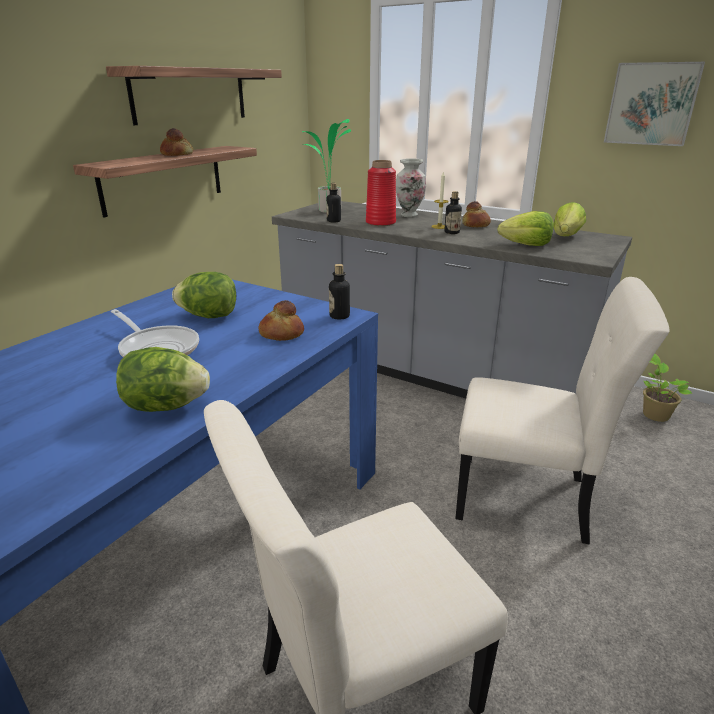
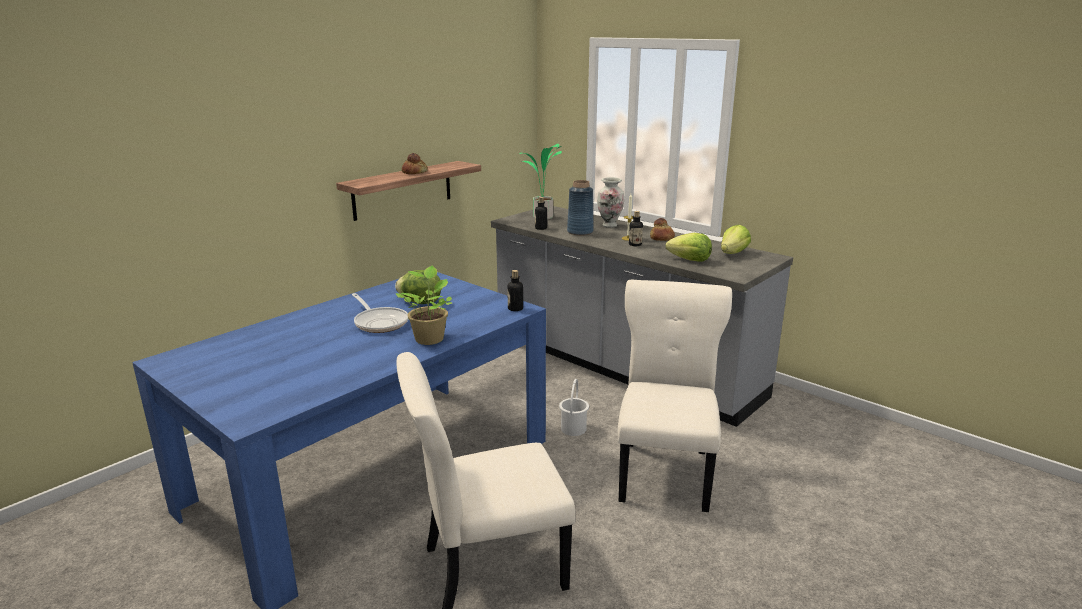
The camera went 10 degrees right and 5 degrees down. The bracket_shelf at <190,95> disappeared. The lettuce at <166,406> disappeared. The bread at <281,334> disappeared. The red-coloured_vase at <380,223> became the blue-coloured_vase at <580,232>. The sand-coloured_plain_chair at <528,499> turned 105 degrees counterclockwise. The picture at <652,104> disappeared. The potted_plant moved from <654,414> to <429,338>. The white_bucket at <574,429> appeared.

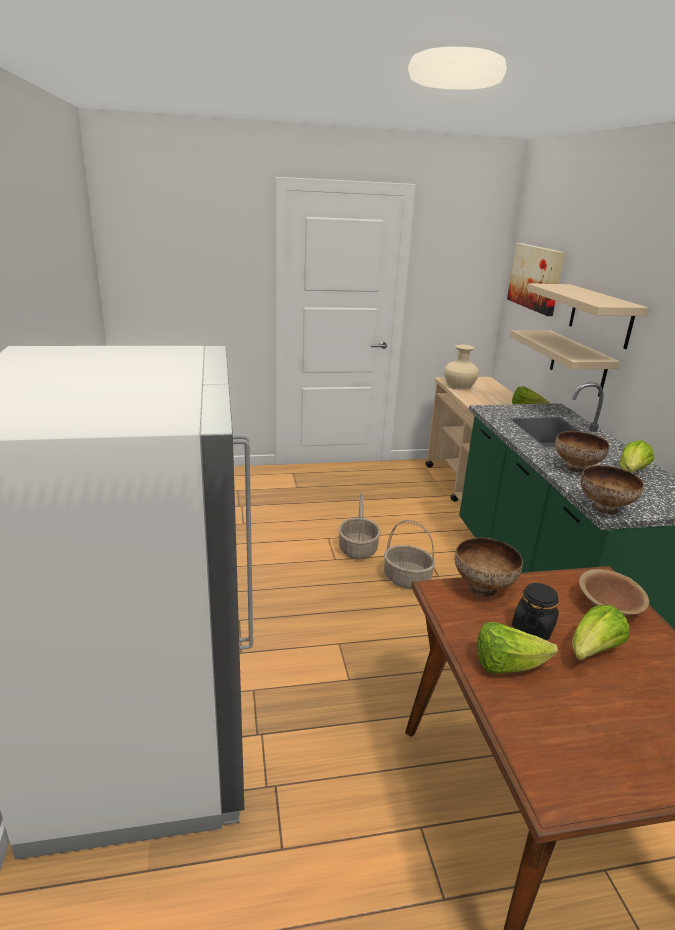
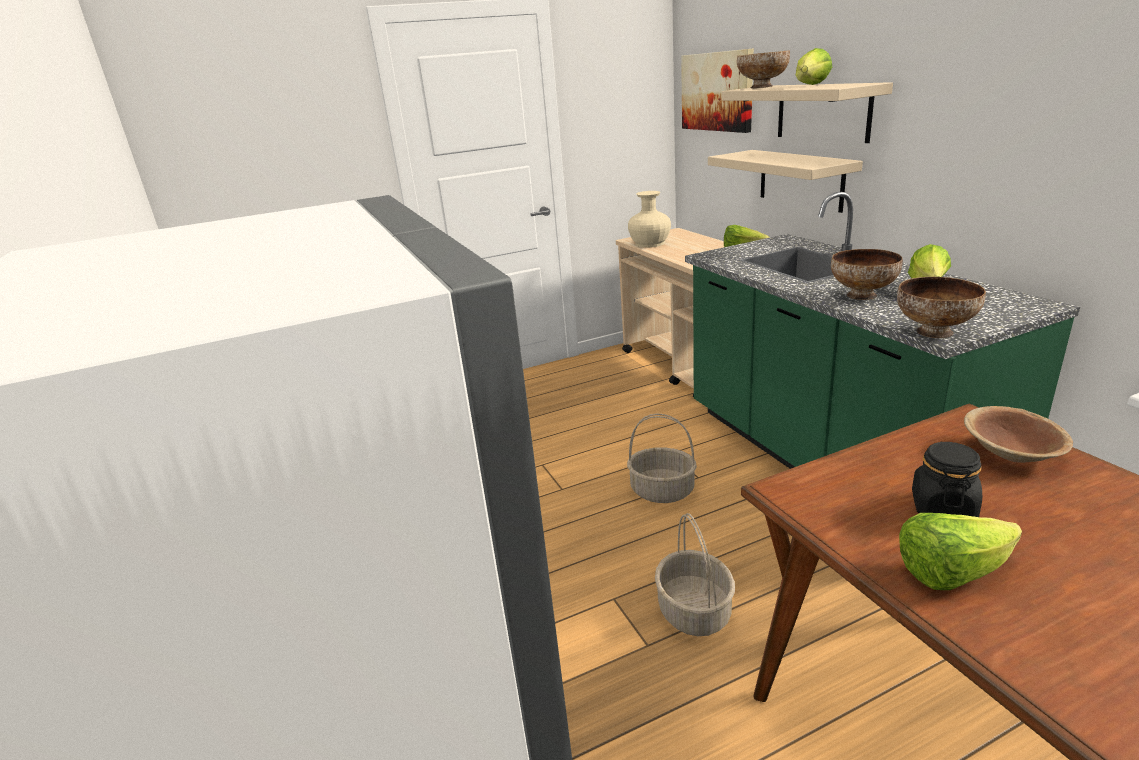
The camera went 10 degrees left and 0 degrees up. The storage_basket moved from <358,550> to <695,612>. The serving_bowl moved from <483,588> to <762,87>. The lettuce moved from <592,651> to <810,85>.

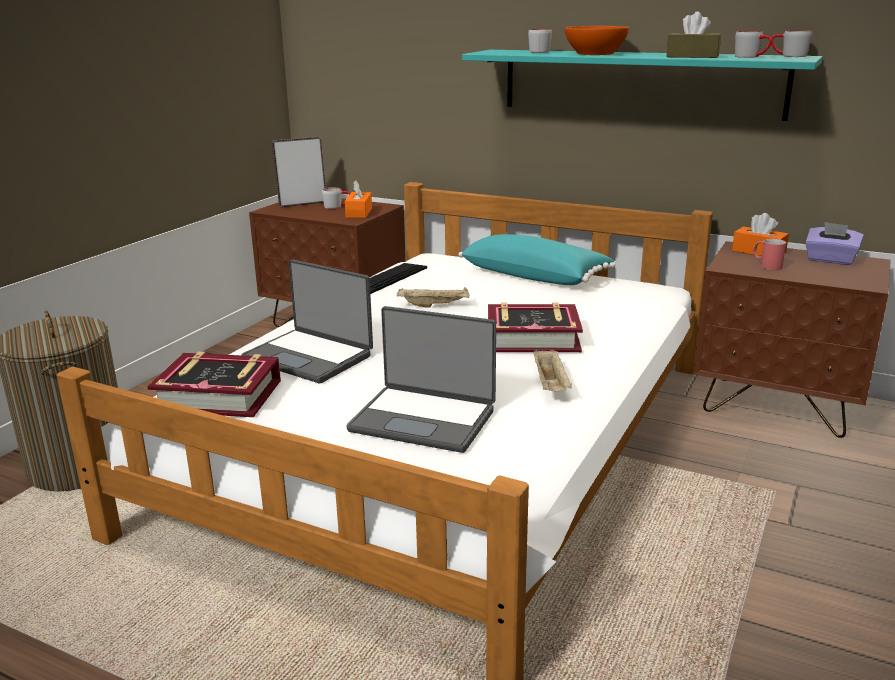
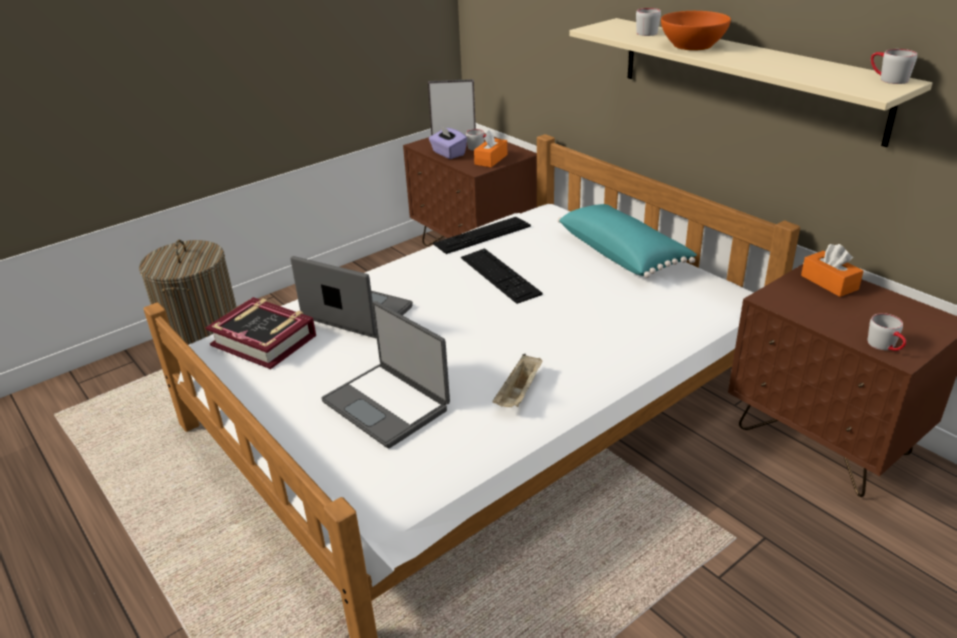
The camera went 25 degrees right and 10 degrees up. The portable_computer at <310,357> turned 150 degrees clockwise. The sand-coloured_serving_tray at <435,305> was replaced by the keyboard at <499,275>. The turquoise-coloured_bracket_shelf at <640,83> became the sand-coloured_bracket_shelf at <746,77>. The bound_book at <532,338> disappeared. The brown_tissue_box at <692,56> disappeared. The grey_coffee_mug moved from <752,57> to <885,347>. The red-coloured_coffee_mug at <766,265> disappeared. The purple-coloured_tissue_box moved from <830,260> to <448,153>.

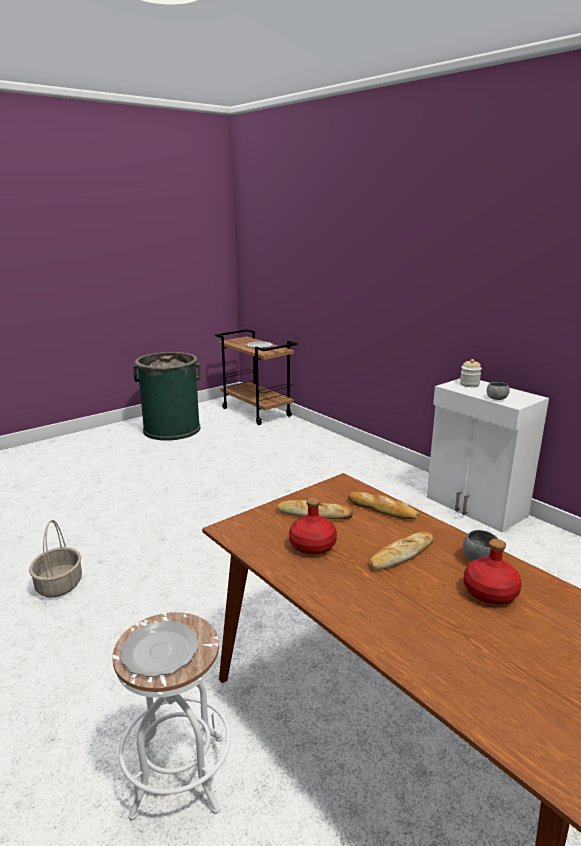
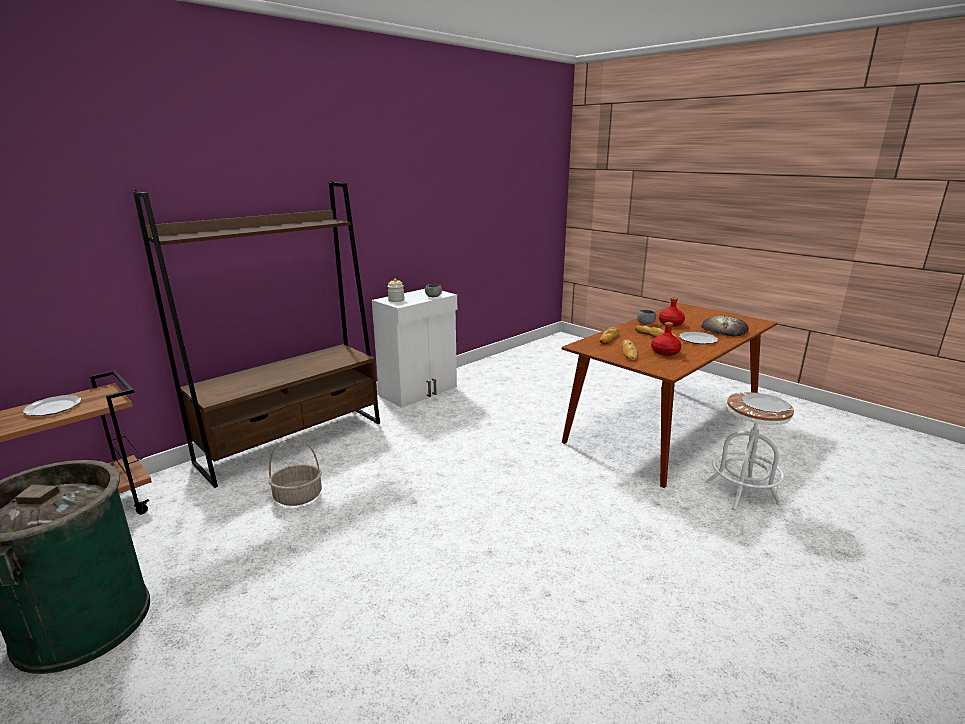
The camera went 95 degrees left and 0 degrees up. The storage_basket moved from <59,585> to <298,496>. The brown_shelving_unit at <293,442> appeared. The flat_dish at <698,339> appeared. The bread at <724,329> appeared.

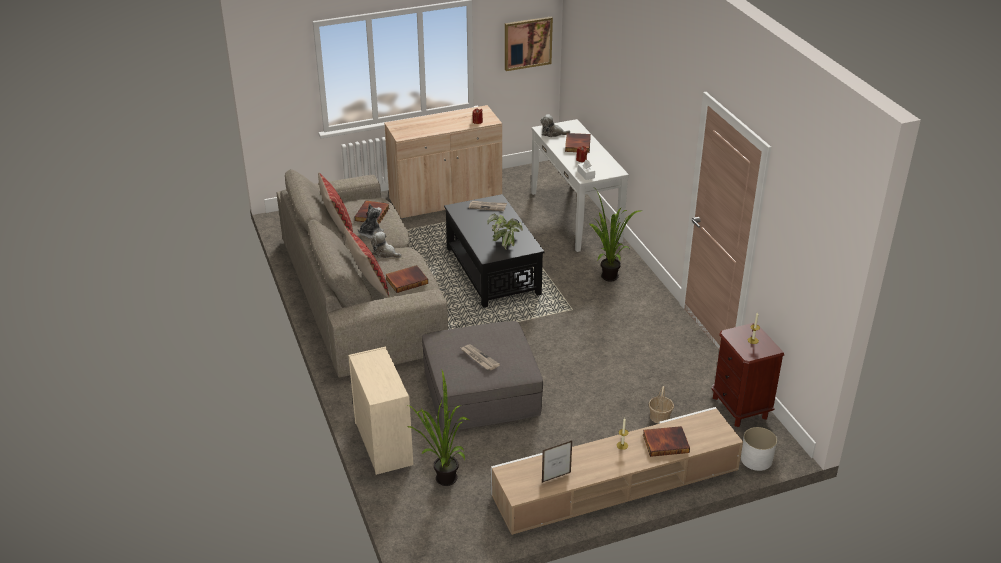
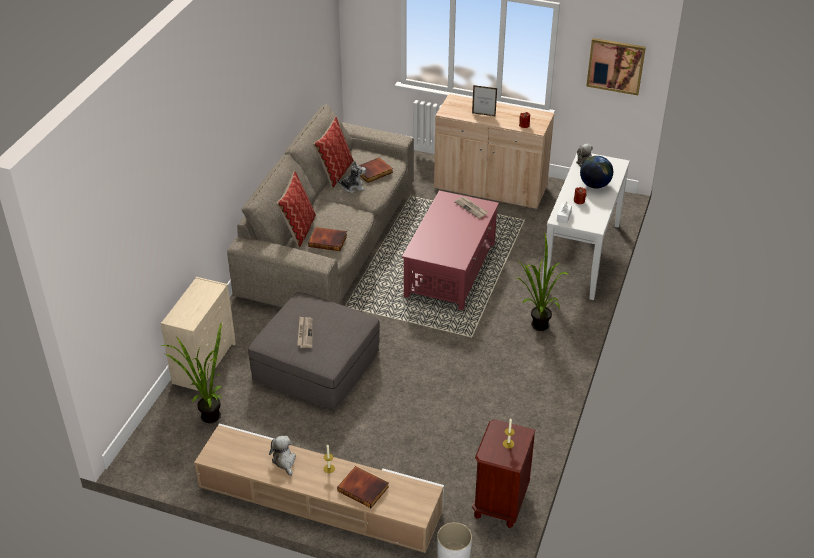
The camera went 40 degrees right and 5 degrees up. The cuddly_toy moved from <385,253> to <284,461>. The blackish_lounge_table at <493,270> became the red-coloured_lounge_table at <451,269>. The potted_plant at <505,242> disappeared. The photo_frame moved from <556,477> to <483,114>. The bound_book at <577,144> was replaced by the world_globe at <594,185>. The storage_basket at <660,416> disappeared.

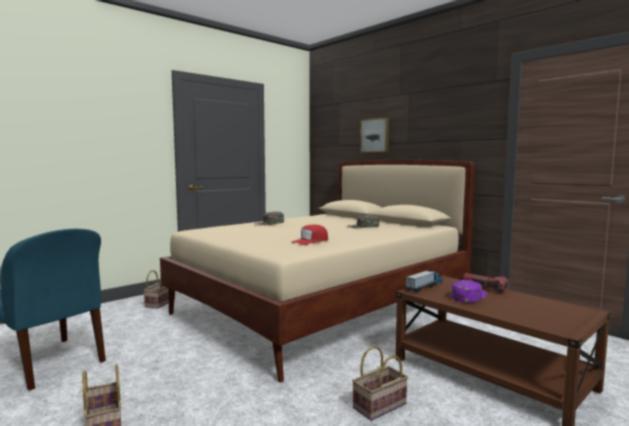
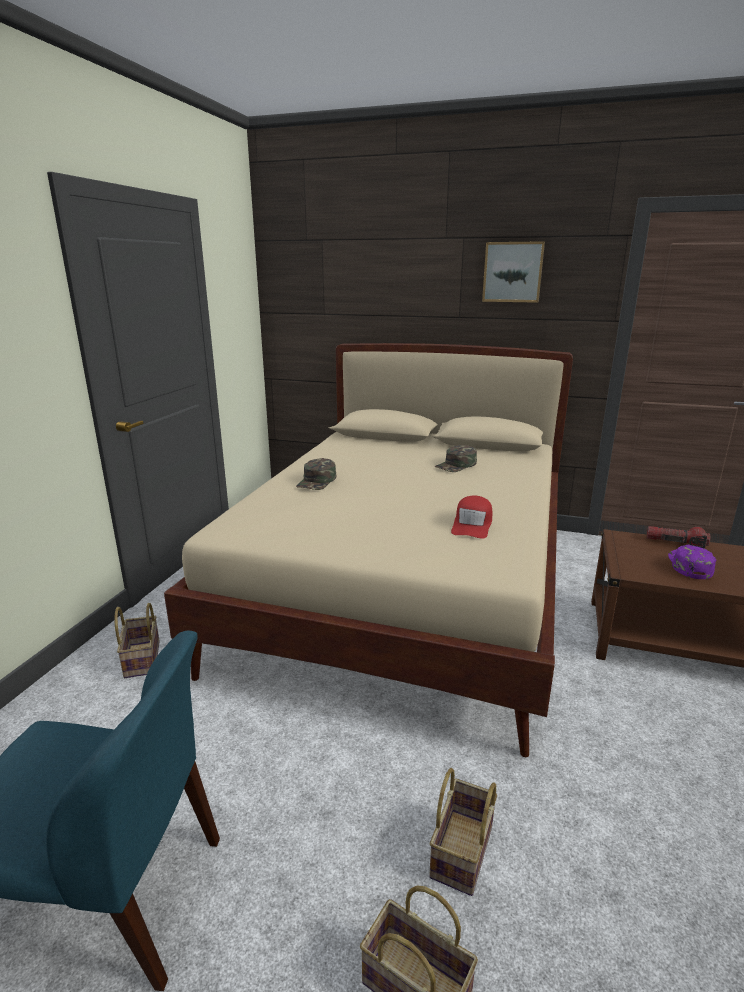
The camera went 30 degrees left and 15 degrees up. The storage_basket moved from <379,407> to <463,854>. The picture moved from <375,135> to <512,272>. The model_truck at <425,286> disappeared.

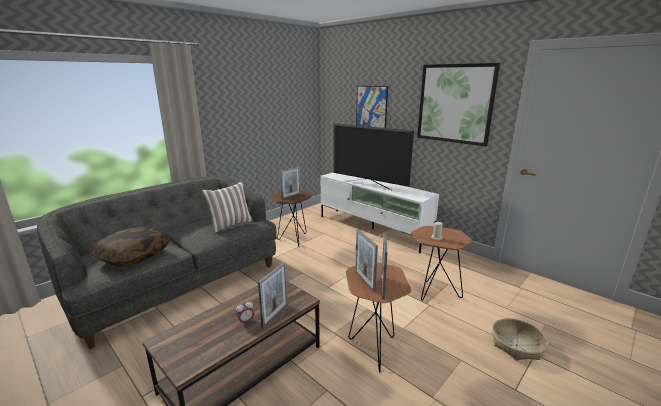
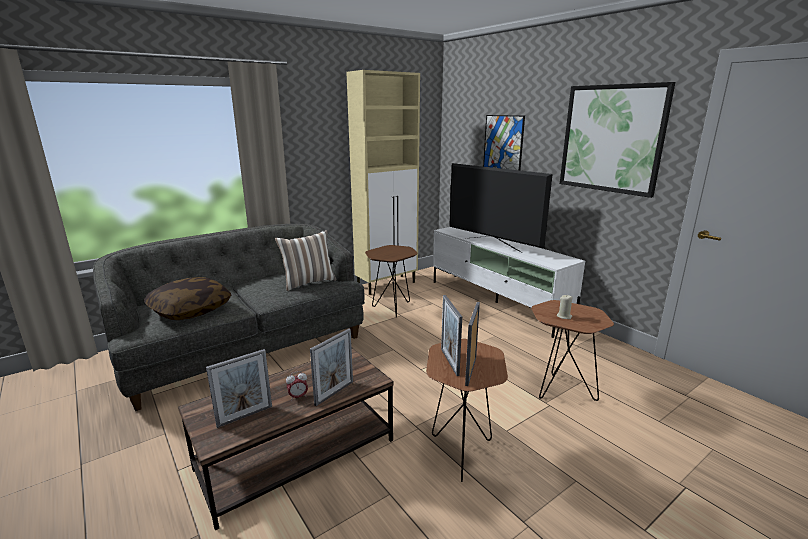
The camera went 10 degrees right and 0 degrees up. The photo_frame moved from <291,196> to <245,416>. The storage_basket at <517,345> disappeared. The sand-coloured_cupboard at <387,284> appeared.

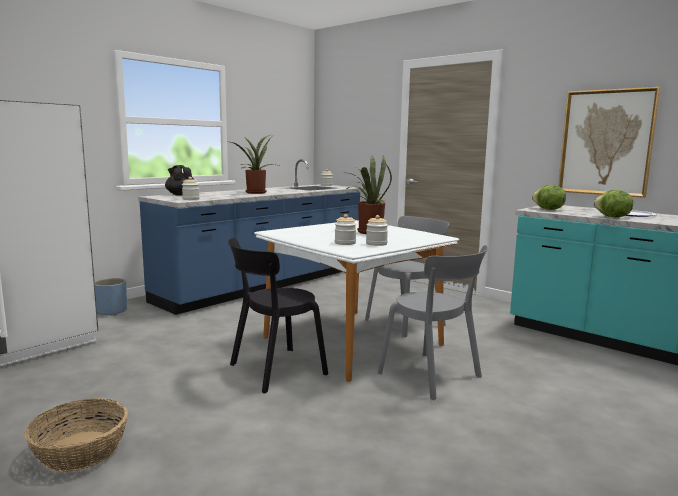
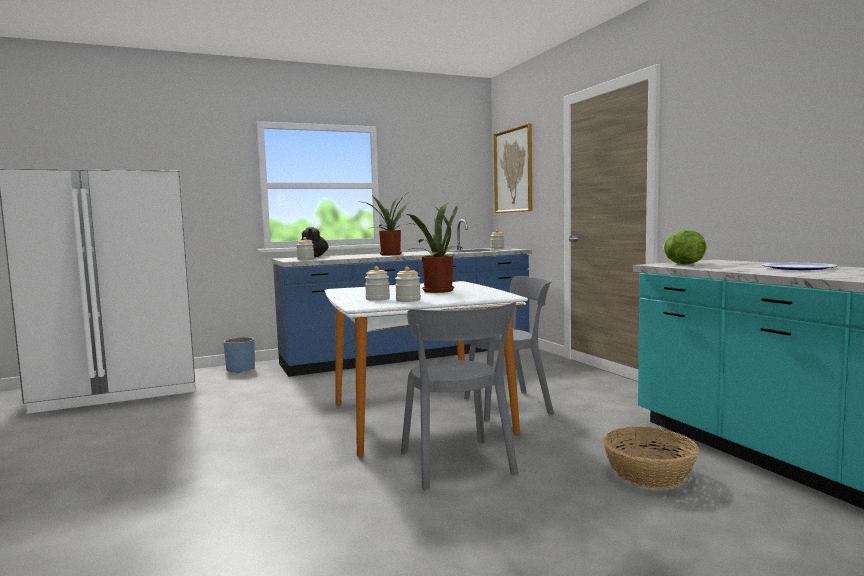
The camera went 25 degrees right and 5 degrees down. The storage_basket moved from <79,451> to <648,473>. The blackish_plain_chair at <273,370> disappeared. The picture moved from <606,142> to <513,170>. The lettuce at <612,217> disappeared.

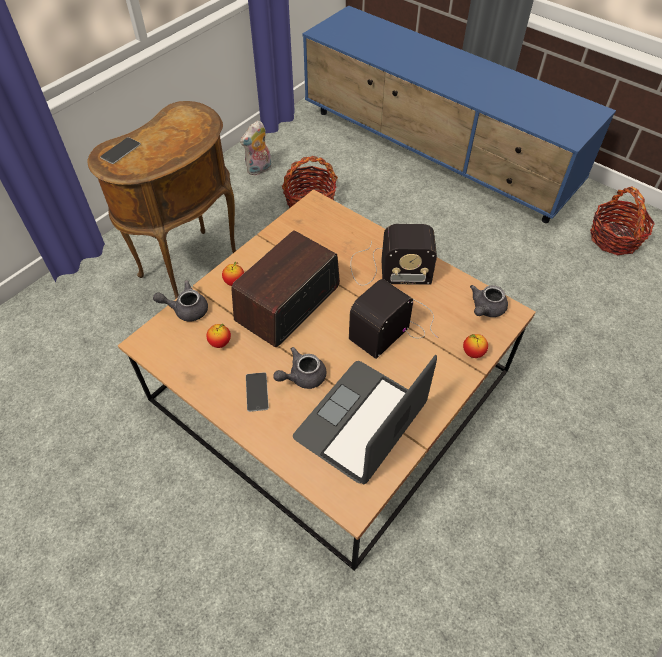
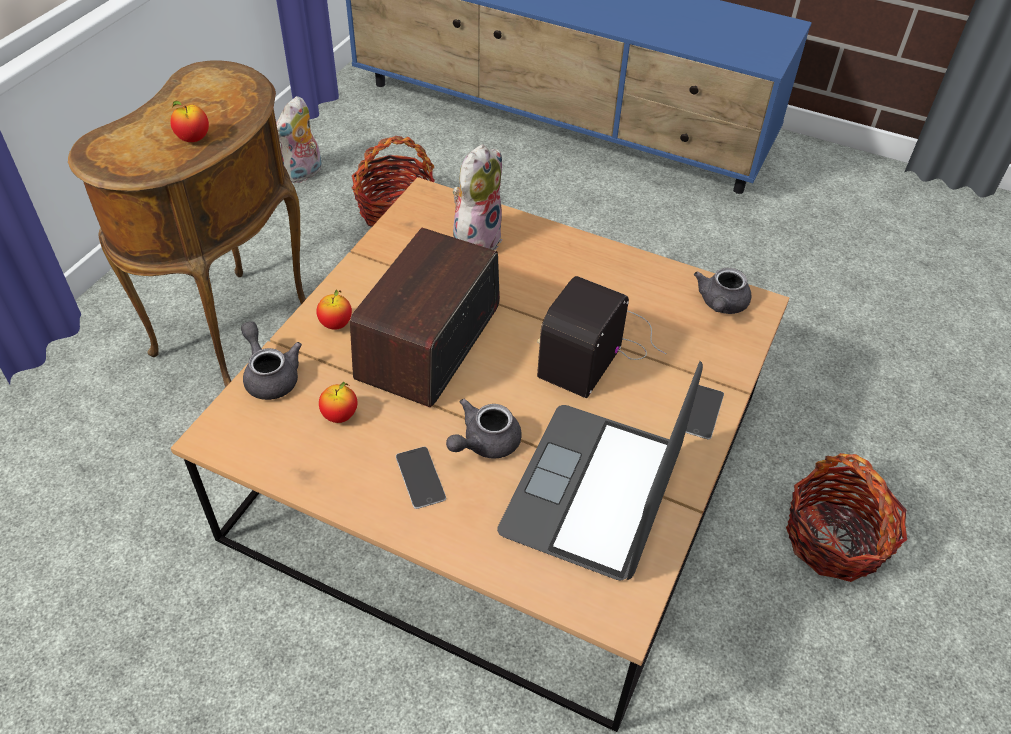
The camera went 15 degrees left and 5 degrees down. The handset moved from <120,151> to <702,412>. The grey_teapot at <186,309> turned 75 degrees clockwise. The radio_set at <387,268> disappeared. The whole_apple moved from <473,353> to <193,139>. The storage_basket moved from <614,238> to <834,540>. The cuddly_toy at <476,239> appeared.

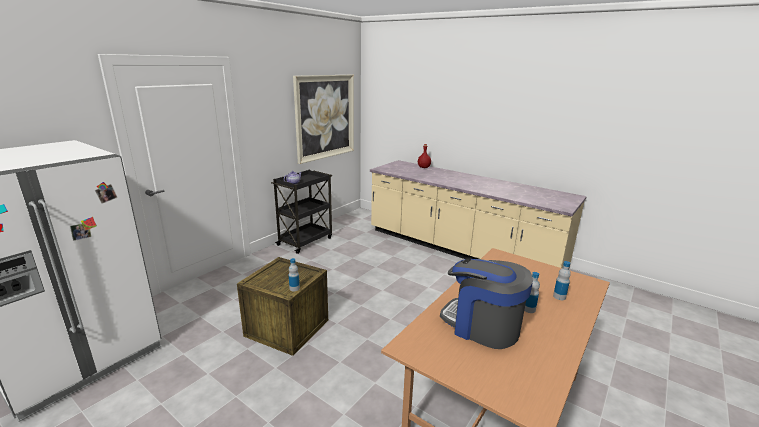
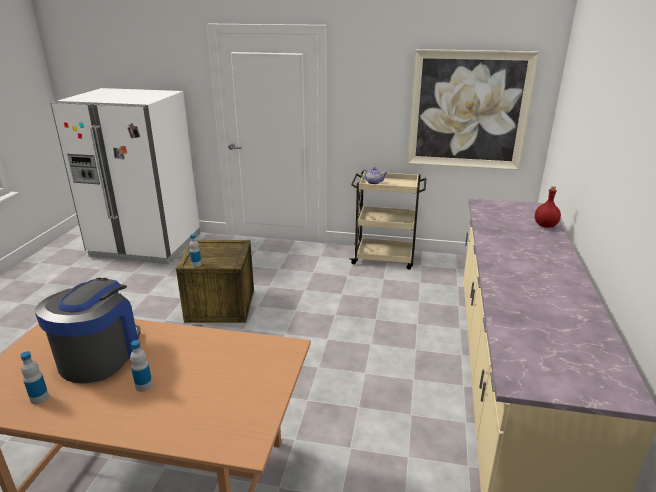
The camera went 65 degrees right and 5 degrees up. The blackish_wheeled_cart at <305,241> became the sand-coloured_wheeled_cart at <385,258>. The beverage_bottle moved from <559,297> to <39,398>.

